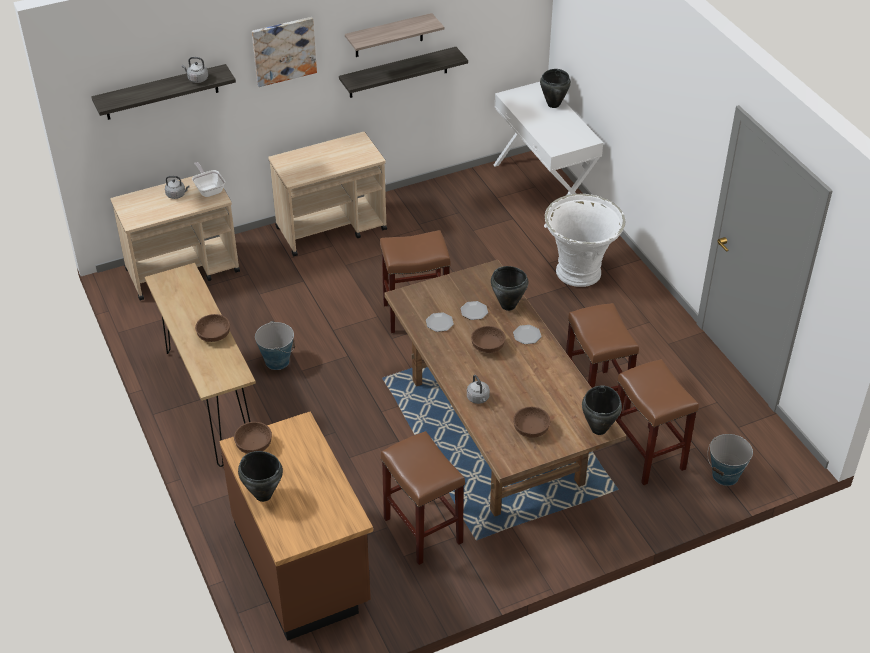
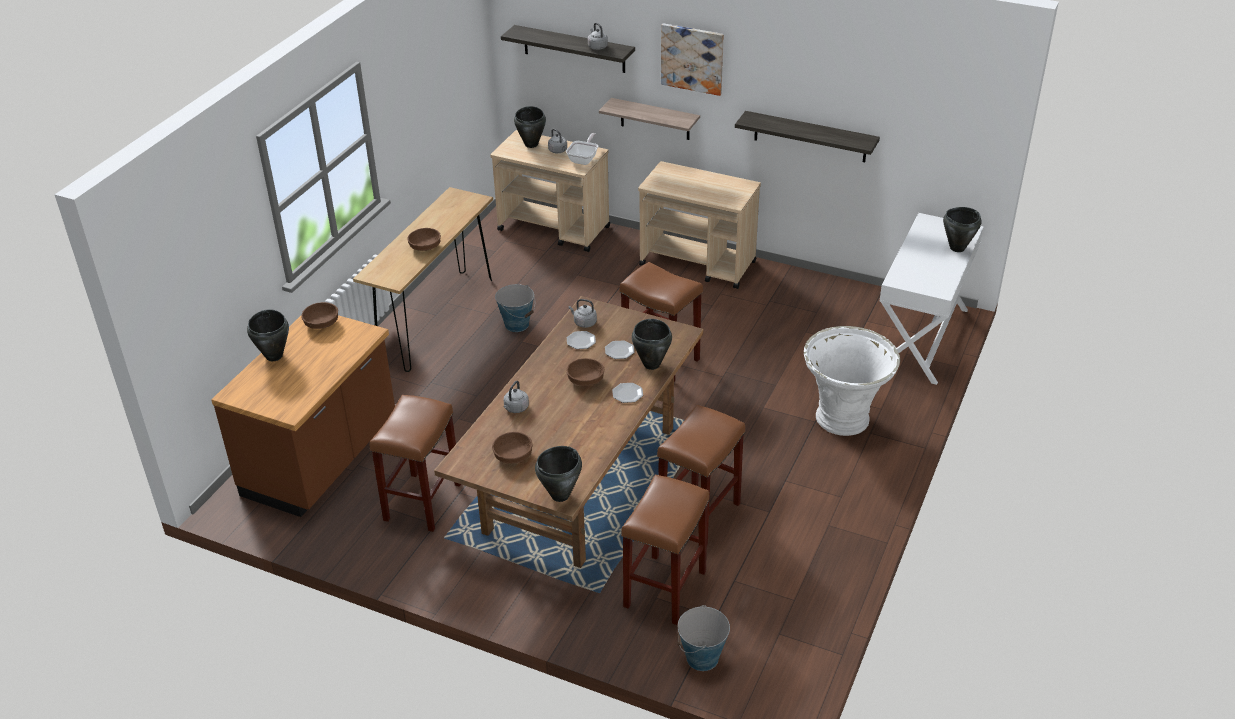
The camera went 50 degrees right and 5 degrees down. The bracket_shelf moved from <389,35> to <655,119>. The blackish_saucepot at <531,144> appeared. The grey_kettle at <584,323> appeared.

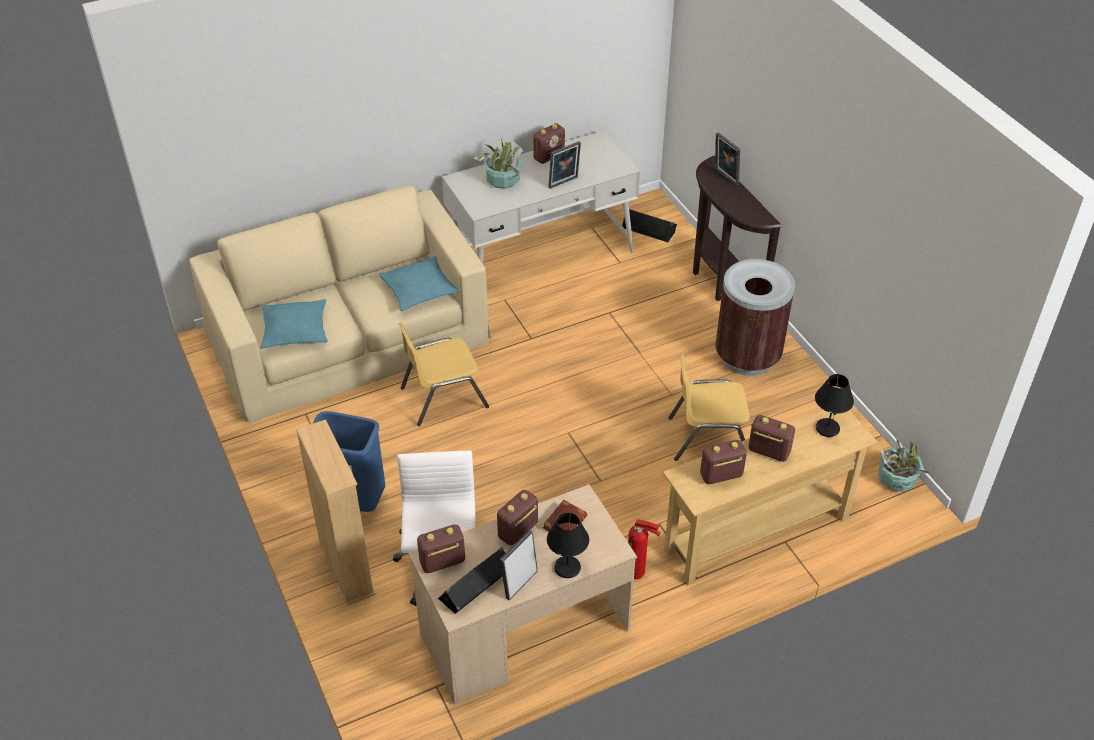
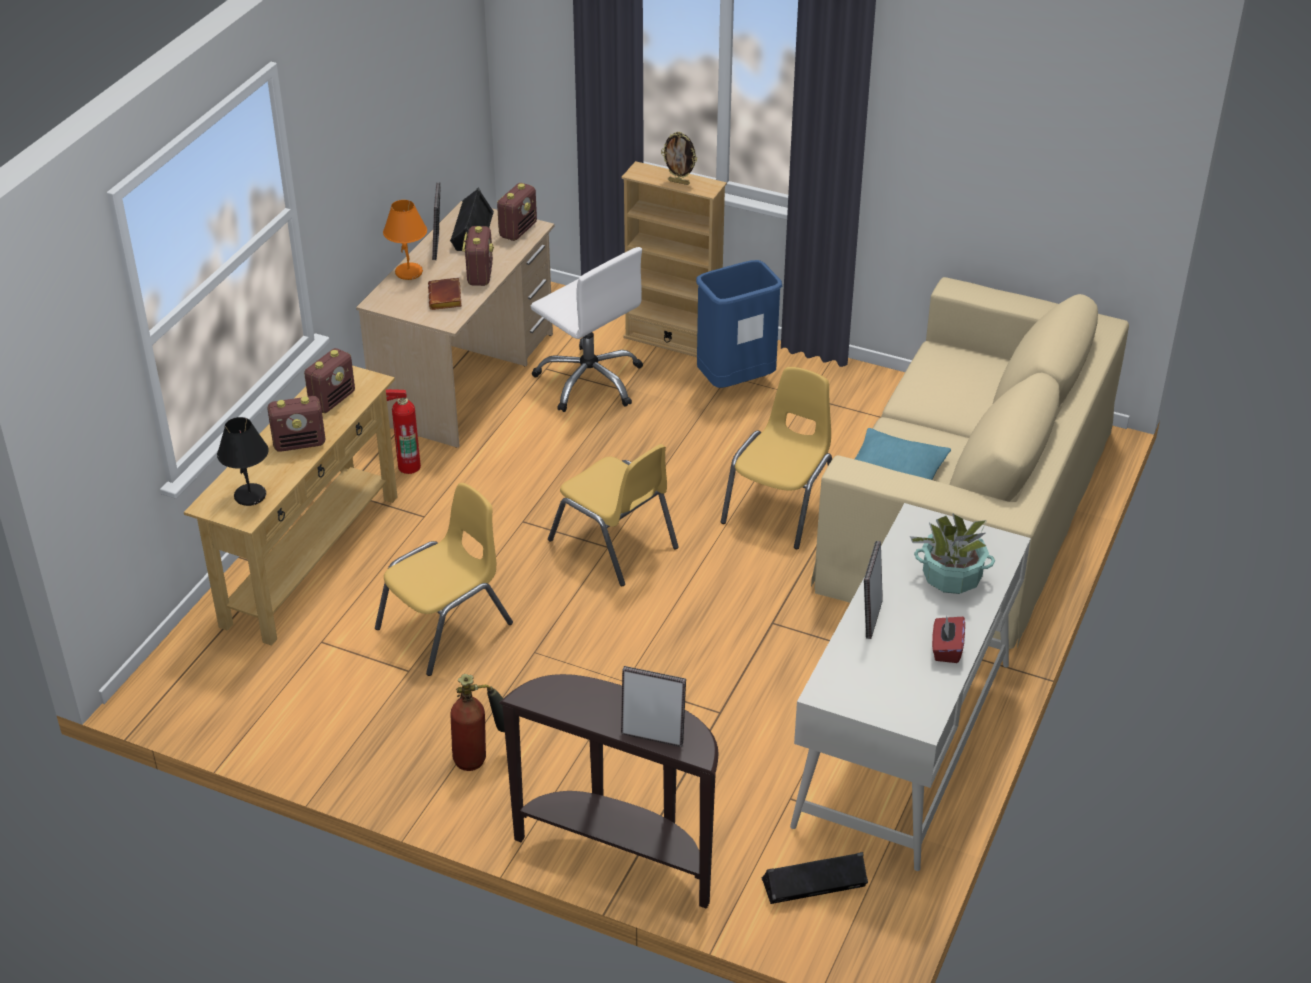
The camera went 140 degrees right and 5 degrees down. The turquoise-coloured_cushion at <295,330> disappeared. The radio_set at <549,156> was replaced by the red-coloured_tissue_box at <946,649>. The blackish_tabletop_lamp at <567,567> became the orange_tabletop_lamp at <409,273>. The brown_trash_can at <747,356> was replaced by the fire_extinguisher at <483,757>. The potted_plant at <896,479> disappeared. The yellowish_plain_chair at <614,544> appeared. The photo_frame at <679,182> appeared.

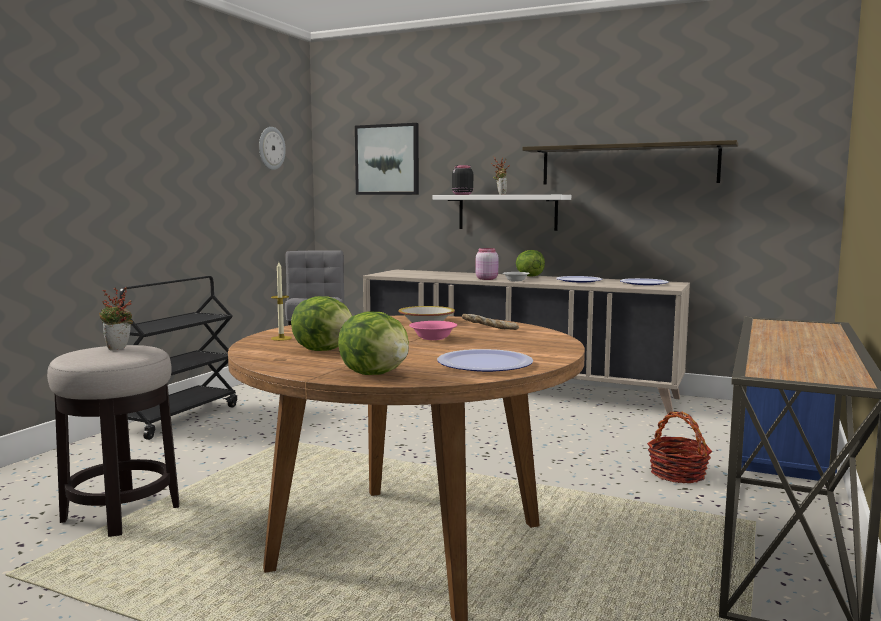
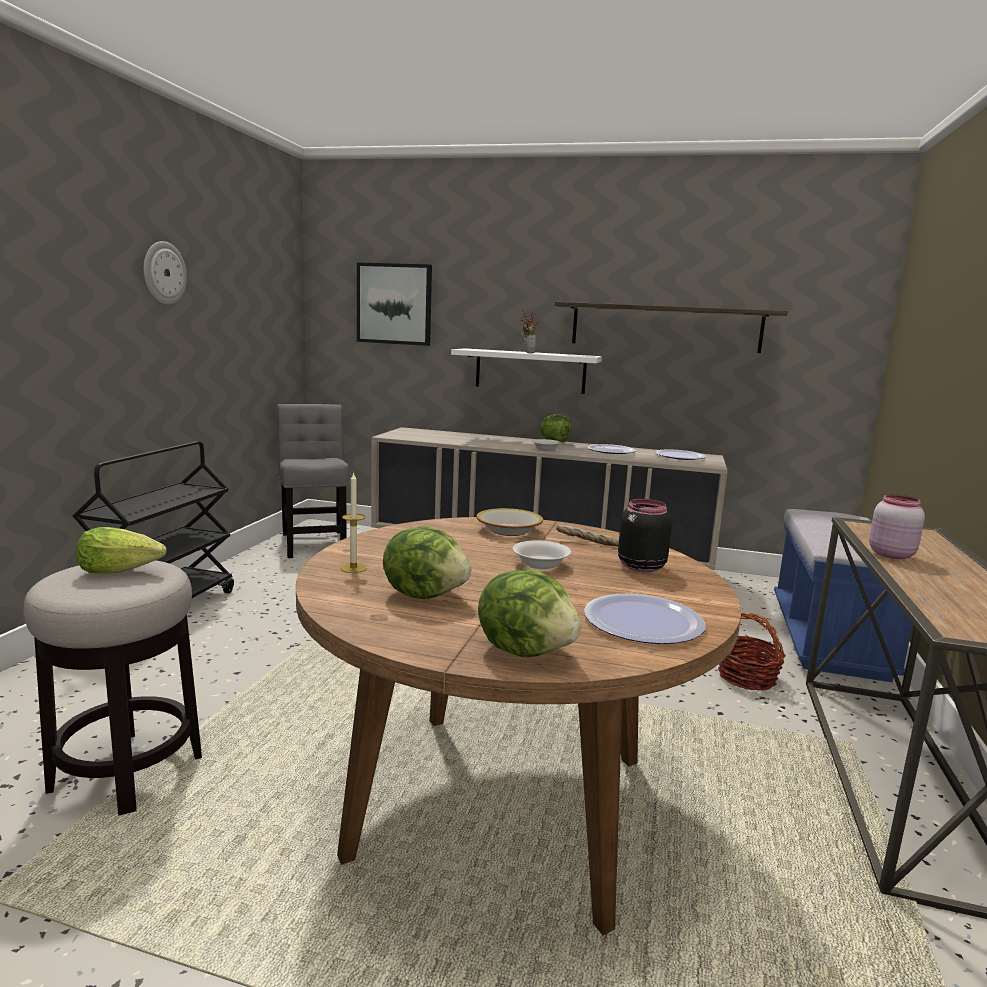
The camera went 10 degrees left and 5 degrees up. The potted_plant at <118,349> was replaced by the lettuce at <120,570>. The wall_clock moved from <271,148> to <163,273>. The pinkish_serving_bowl at <433,338> became the white_serving_bowl at <541,565>. The blackish_jar moved from <462,194> to <639,567>. The pinkish_jar moved from <486,279> to <890,554>.

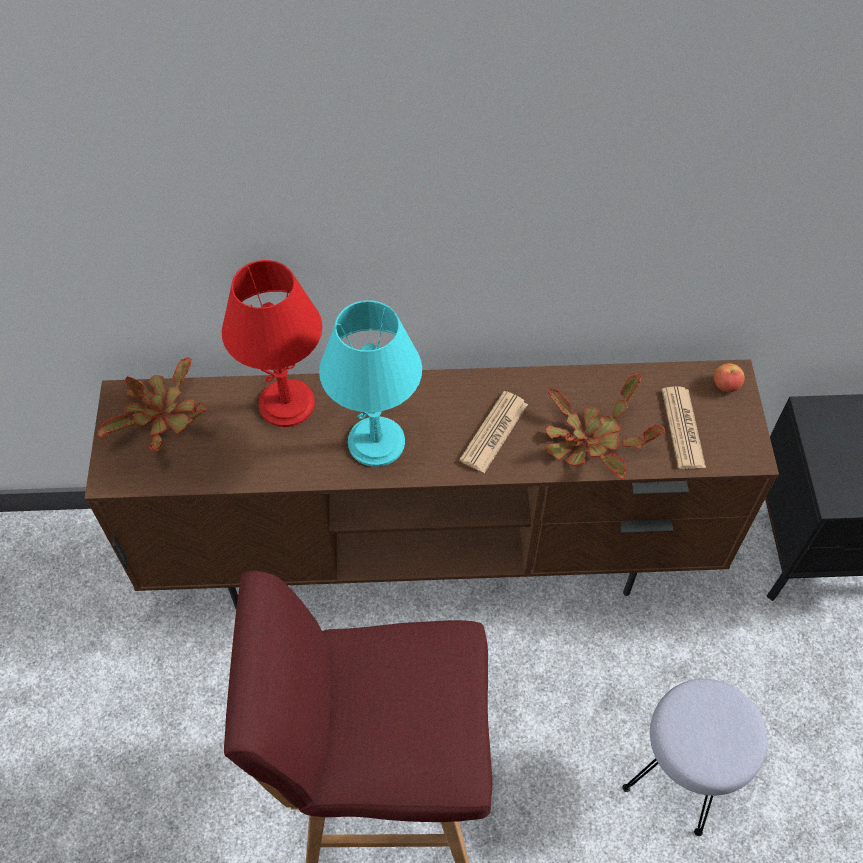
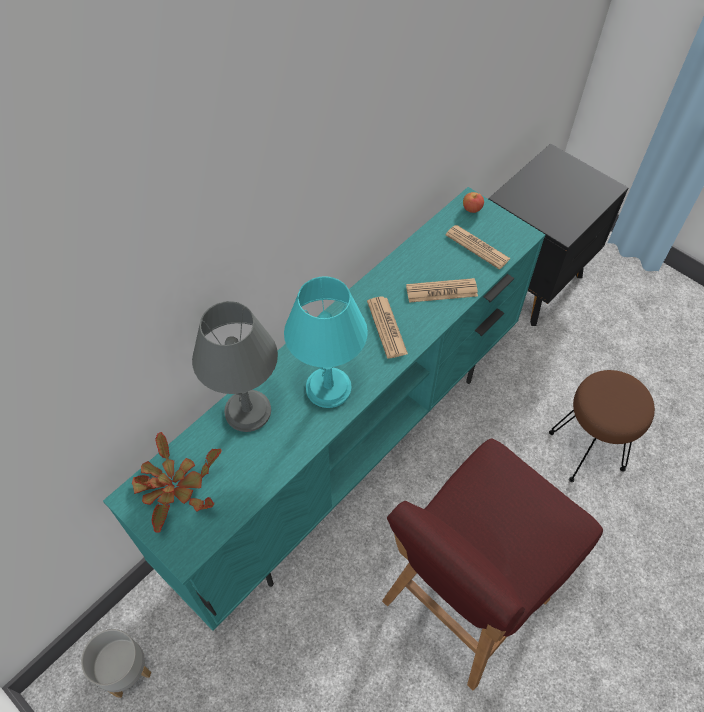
The camera went 45 degrees left and 0 degrees up. The brown_tv_stand at <434,555> became the turquoise-coloured_tv_stand at <350,450>. The red-coloured_tabletop_lamp at <287,403> became the grey_tabletop_lamp at <247,410>. The potted_plant at <590,441> was replaced by the daily_paper at <441,291>. The grey_sitting_stool at <680,777> became the brown_sitting_stool at <587,450>. The grey_planter at <126,670> appeared.

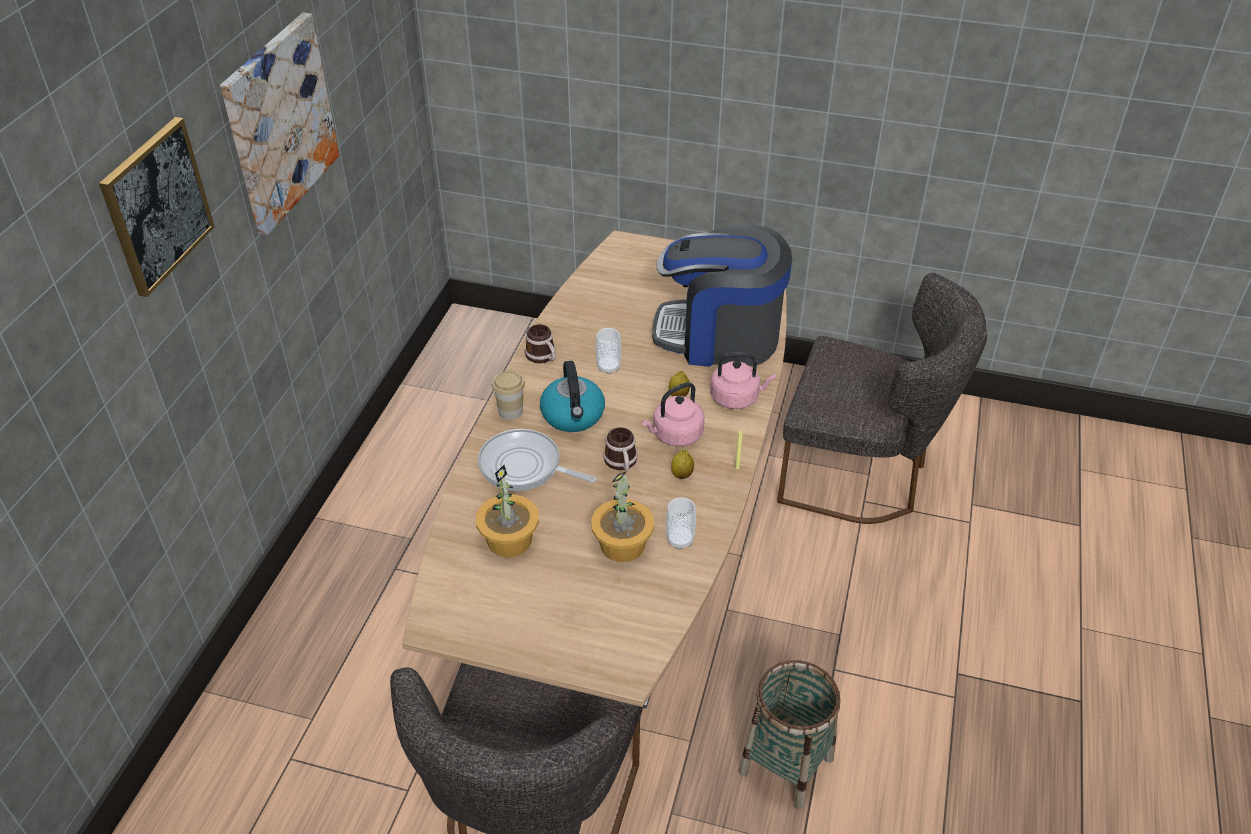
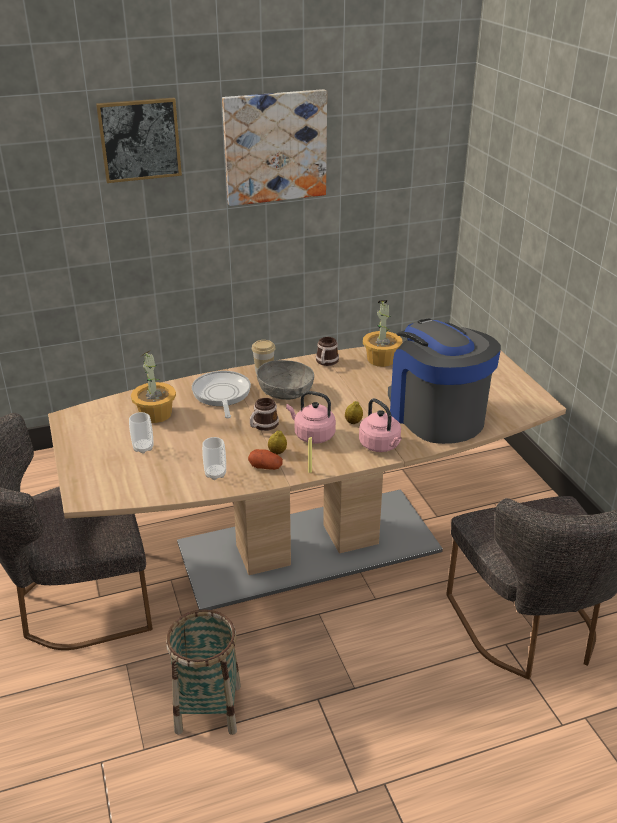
The camera went 55 degrees right and 10 degrees down. The kettle at <573,416> was replaced by the grey_serving_bowl at <286,393>. The potted_plant moved from <623,545> to <381,360>. The cup moved from <608,367> to <143,448>. The potato at <265,467> appeared.

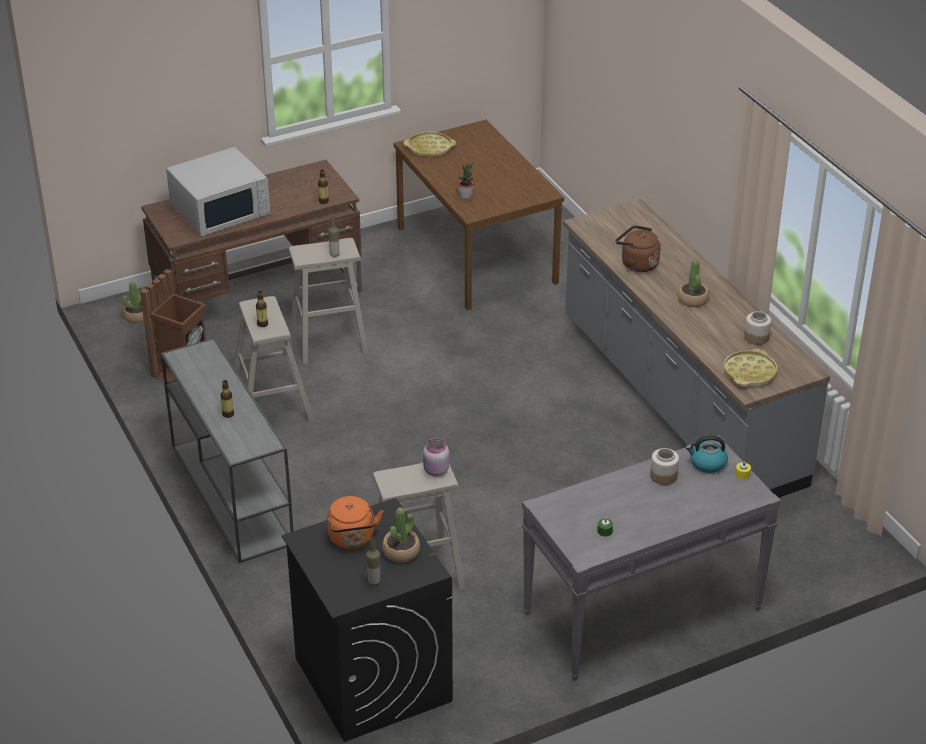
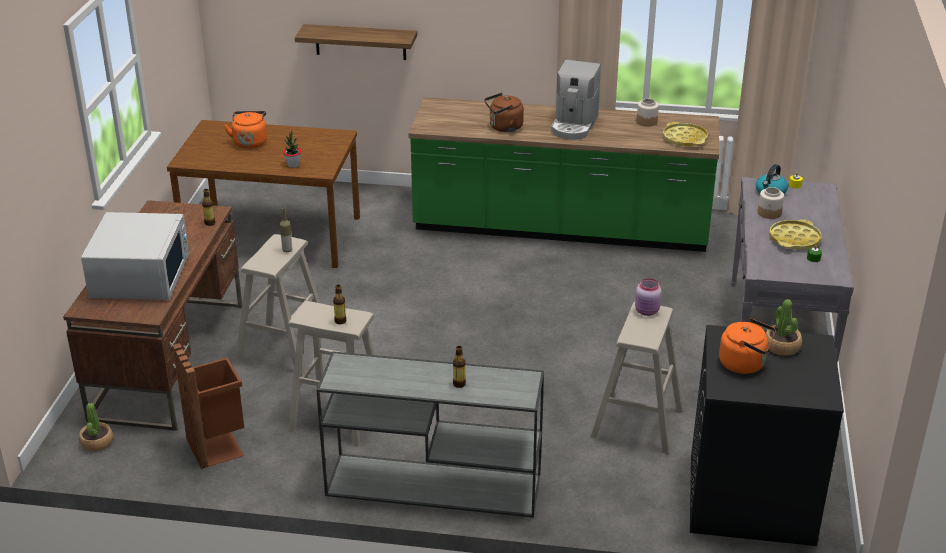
The camera went 55 degrees left and 5 degrees down. The beverage_bottle at <374,581> disappeared. The yellowish_serving_tray moved from <429,148> to <794,239>. The grey_kitchen_counter at <679,401> became the greenish_kitchen_counter at <561,228>. The potted_plant at <693,299> was replaced by the coffee_brewer at <574,125>. The orange_kettle at <250,142> appeared. The bracket_shelf at <360,42> appeared.

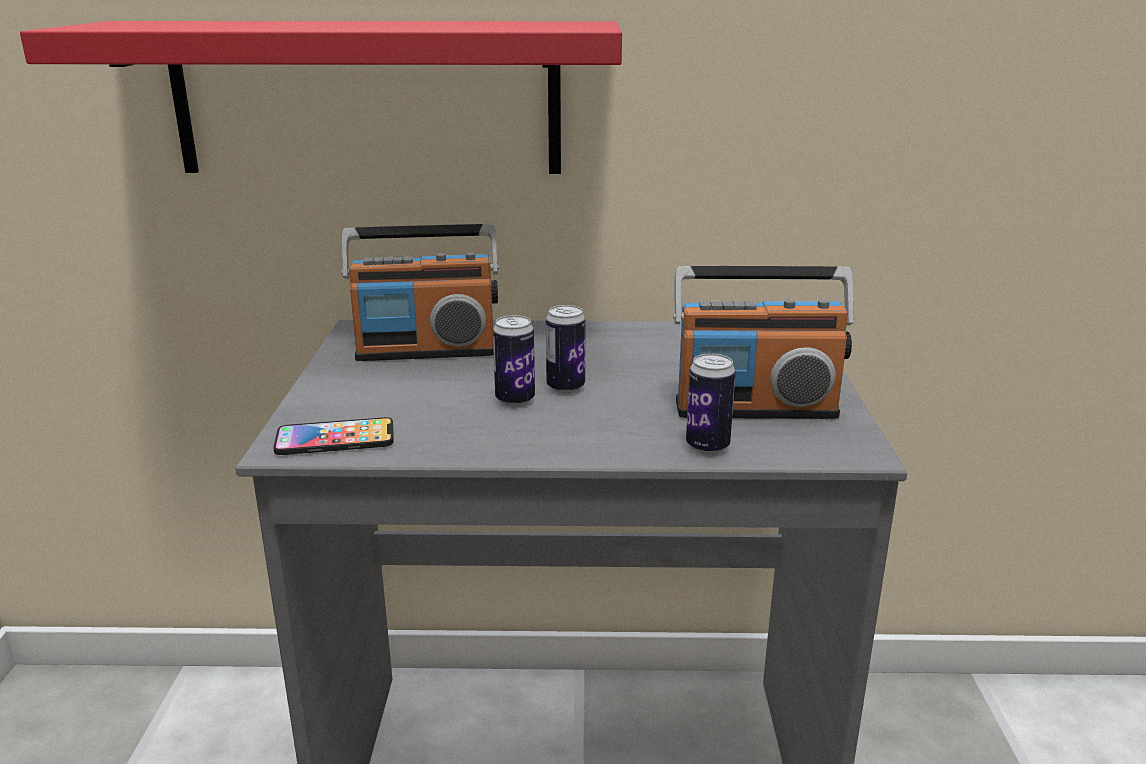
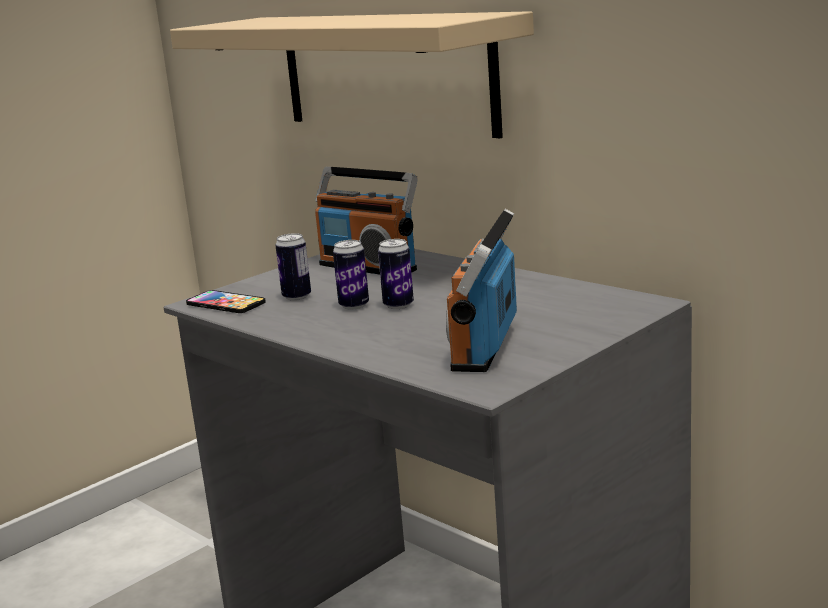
The camera went 45 degrees right and 5 degrees down. The red-coloured_bracket_shelf at <367,99> became the sand-coloured_bracket_shelf at <385,72>. The radio_set at <755,408> turned 60 degrees clockwise. The sealed_can moved from <707,446> to <296,297>.

